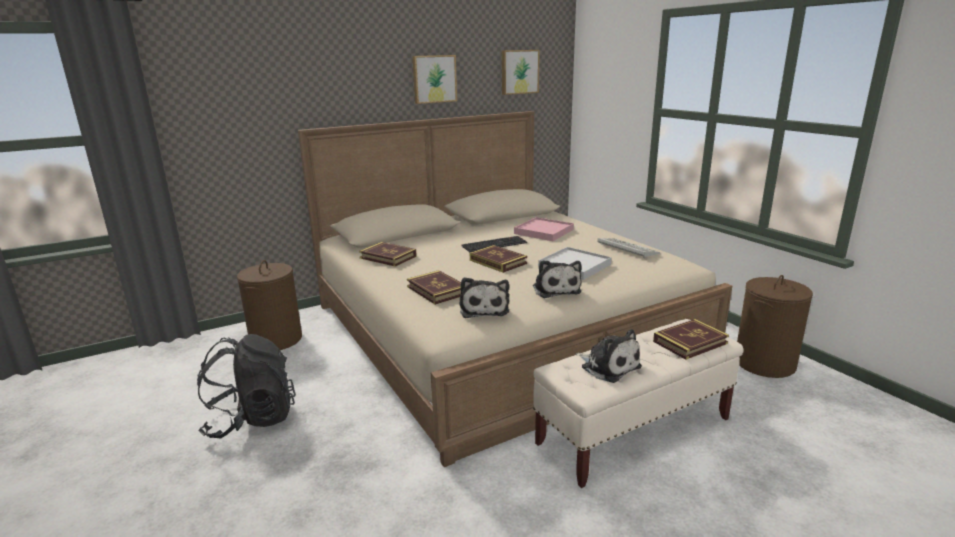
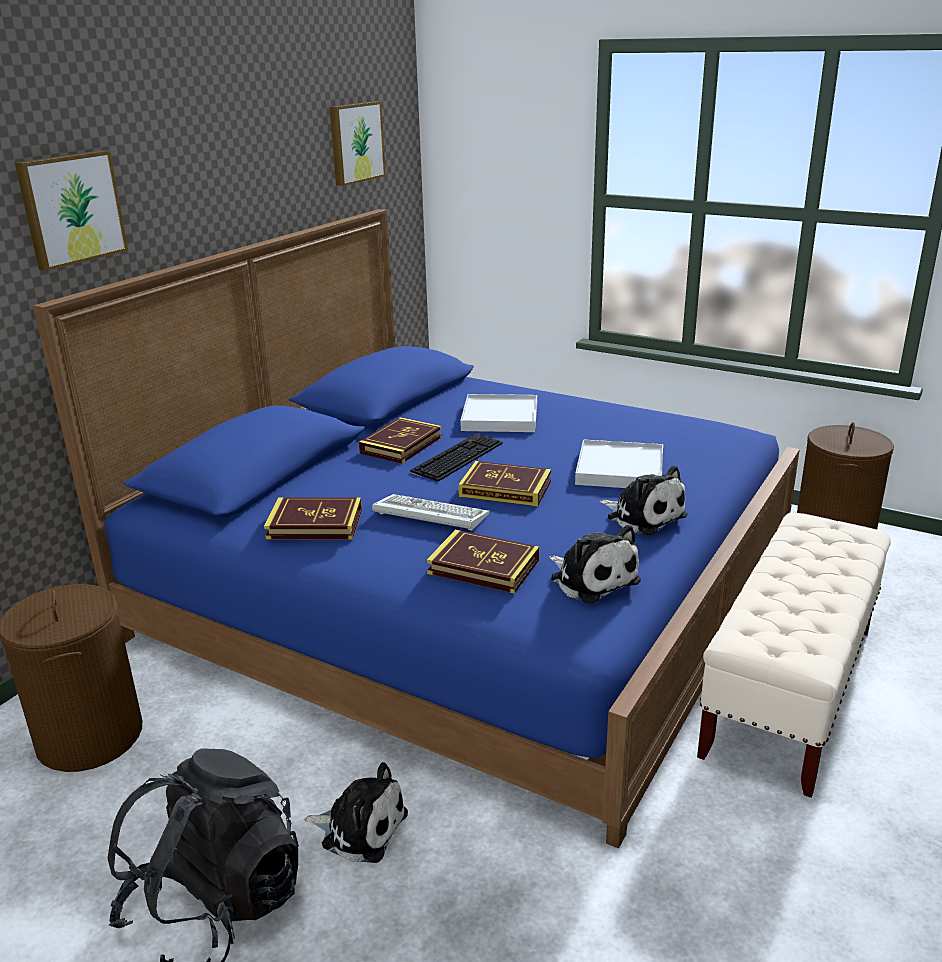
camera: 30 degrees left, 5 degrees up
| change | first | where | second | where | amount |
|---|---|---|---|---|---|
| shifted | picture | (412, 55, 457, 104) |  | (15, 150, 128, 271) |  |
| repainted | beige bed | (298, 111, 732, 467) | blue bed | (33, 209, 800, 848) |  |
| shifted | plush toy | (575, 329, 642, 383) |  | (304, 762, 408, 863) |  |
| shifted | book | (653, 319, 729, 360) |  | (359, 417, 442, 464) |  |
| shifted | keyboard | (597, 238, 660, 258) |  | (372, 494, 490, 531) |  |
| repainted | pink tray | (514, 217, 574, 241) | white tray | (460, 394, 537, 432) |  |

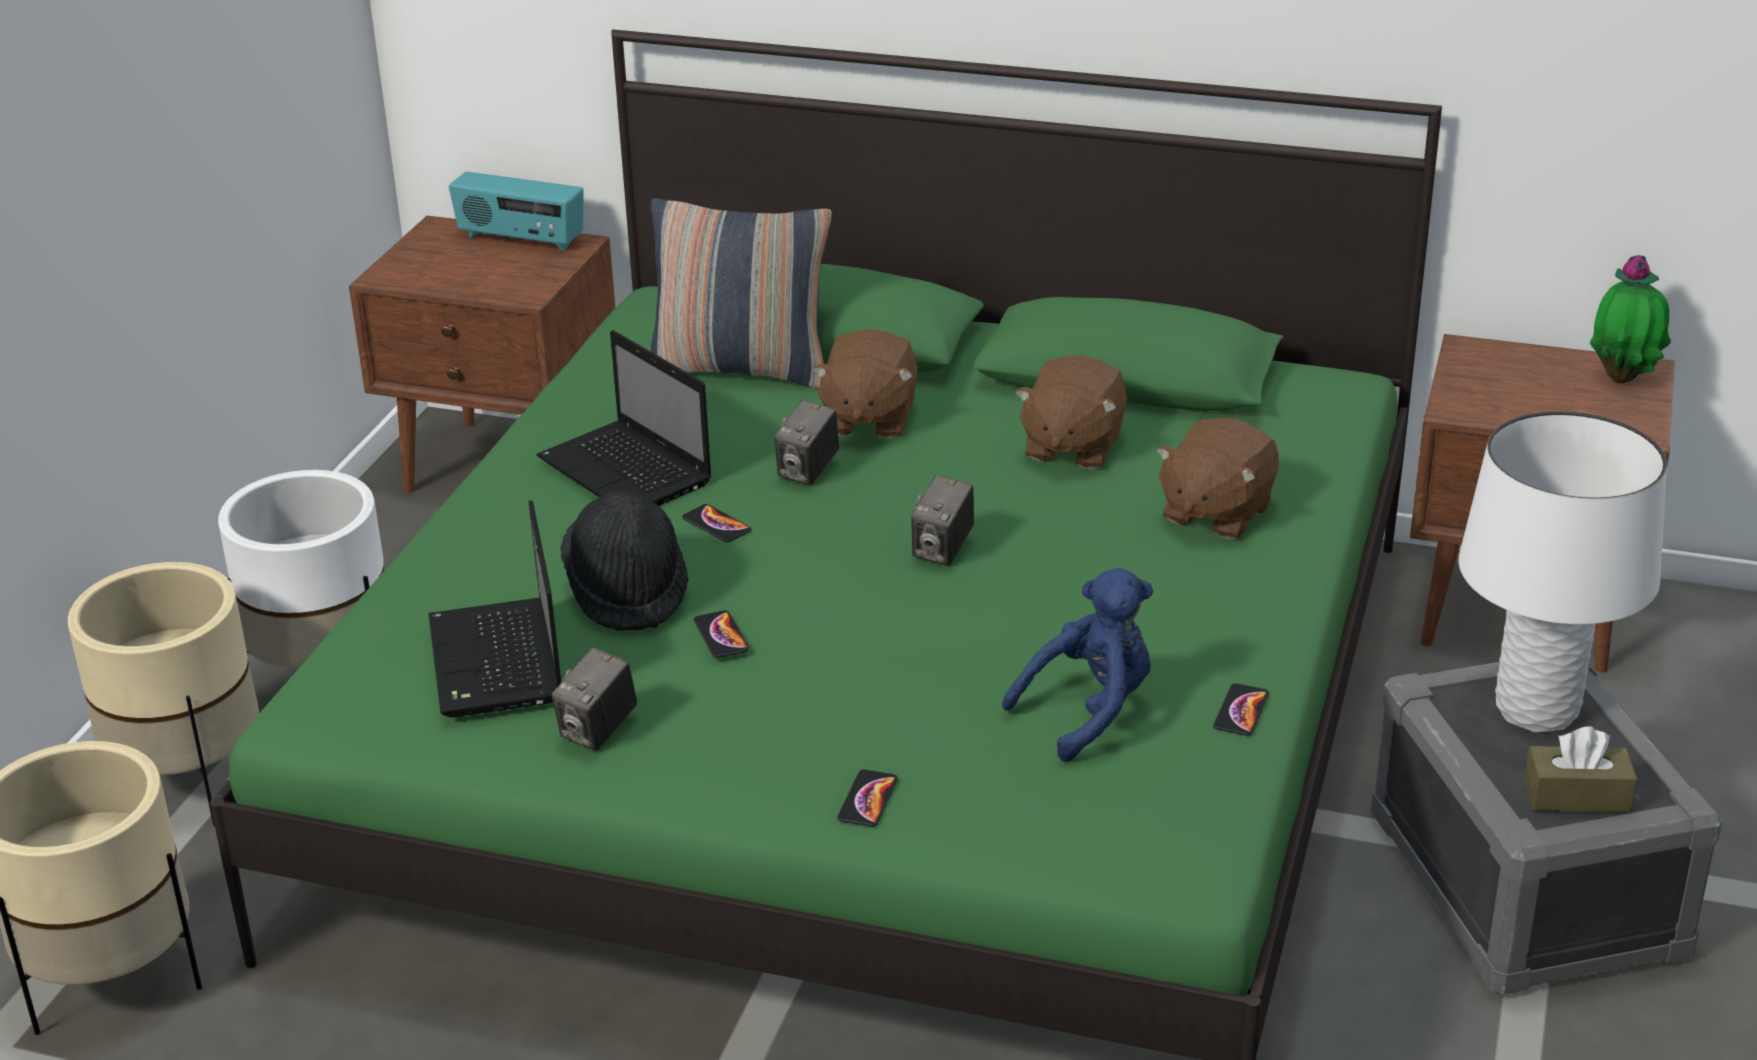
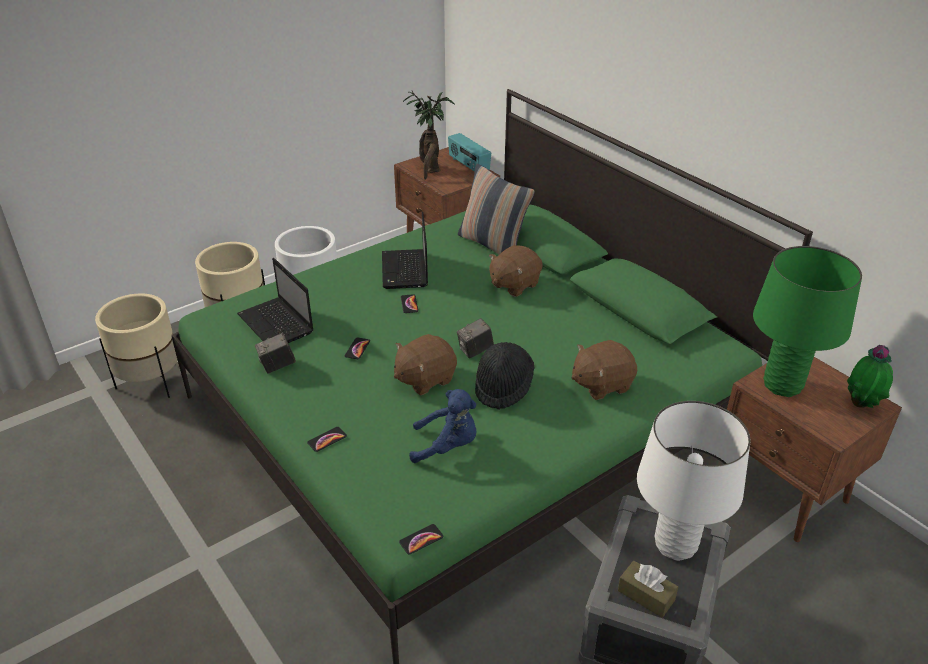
camera: 35 degrees right, 5 degrees up
| change | first | where | second | where | amount |
|---|---|---|---|---|---|
| rotated | laptop | (428, 500, 561, 717) |  | (237, 258, 314, 343) | 60 degrees counterclockwise |
| shifted | brown plush toy | (1015, 355, 1127, 470) |  | (394, 334, 457, 395) |  |
| shifted | phone | (1213, 683, 1269, 736) |  | (399, 524, 443, 555) |  |
| new |  |  | potted plant | (403, 91, 455, 180) |  |
| shifted | black hat | (560, 491, 689, 631) |  | (475, 342, 534, 410) |  |
| new |  |  | green table lamp | (753, 246, 862, 397) |  |
| gone | photo camera | (774, 400, 839, 486) |  |  |  |

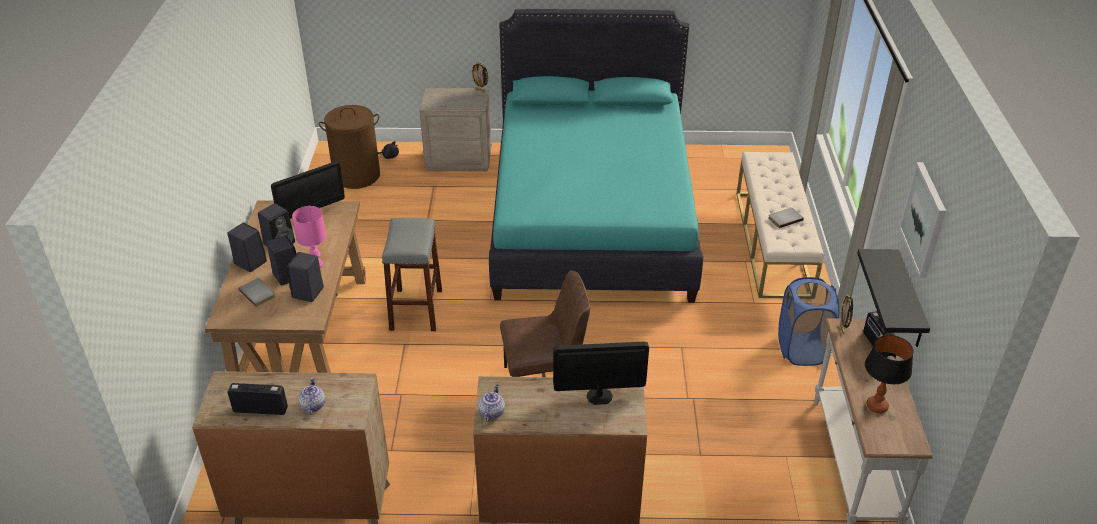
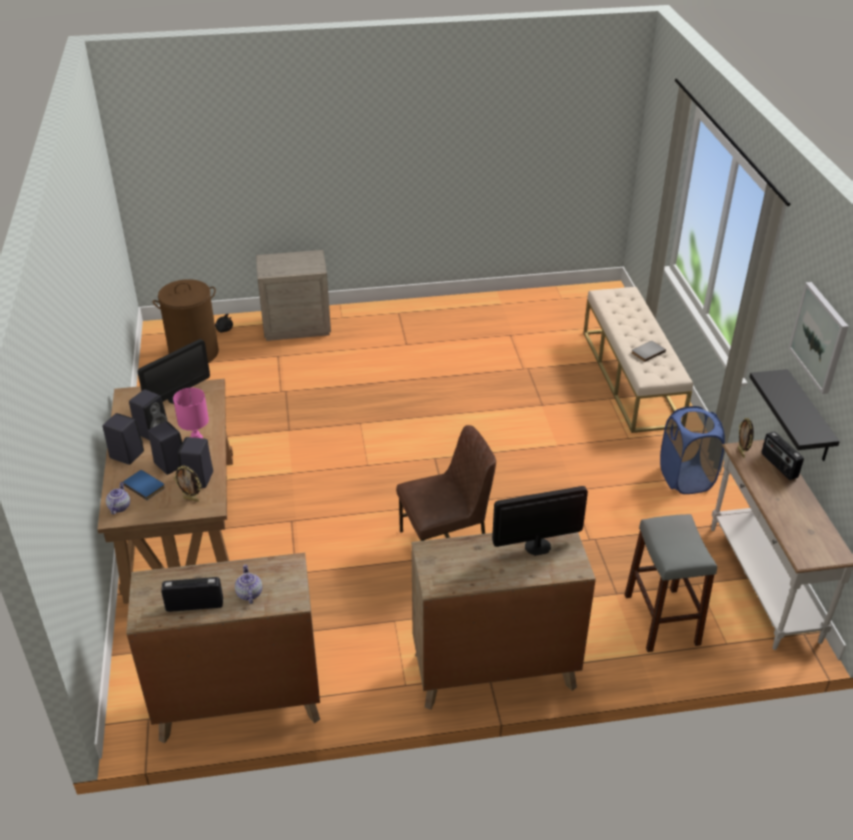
camera: 10 degrees left, 0 degrees up
| change | first | where | second | where | amount |
|---|---|---|---|---|---|
| shifted | teapot | (479, 385, 505, 422) |  | (106, 482, 130, 515) |  |
| repainted | grey book | (239, 278, 276, 307) | blue book | (123, 470, 165, 500) |  |
| shifted | picture frame | (470, 62, 489, 92) |  | (174, 466, 202, 502) |  |
| shifted | grey stool | (382, 218, 442, 331) |  | (625, 514, 717, 652) |  |
| gone | turquoise bed | (489, 9, 703, 303) |  |  |  |
| gone | table lamp | (865, 335, 913, 413) |  |  |  |

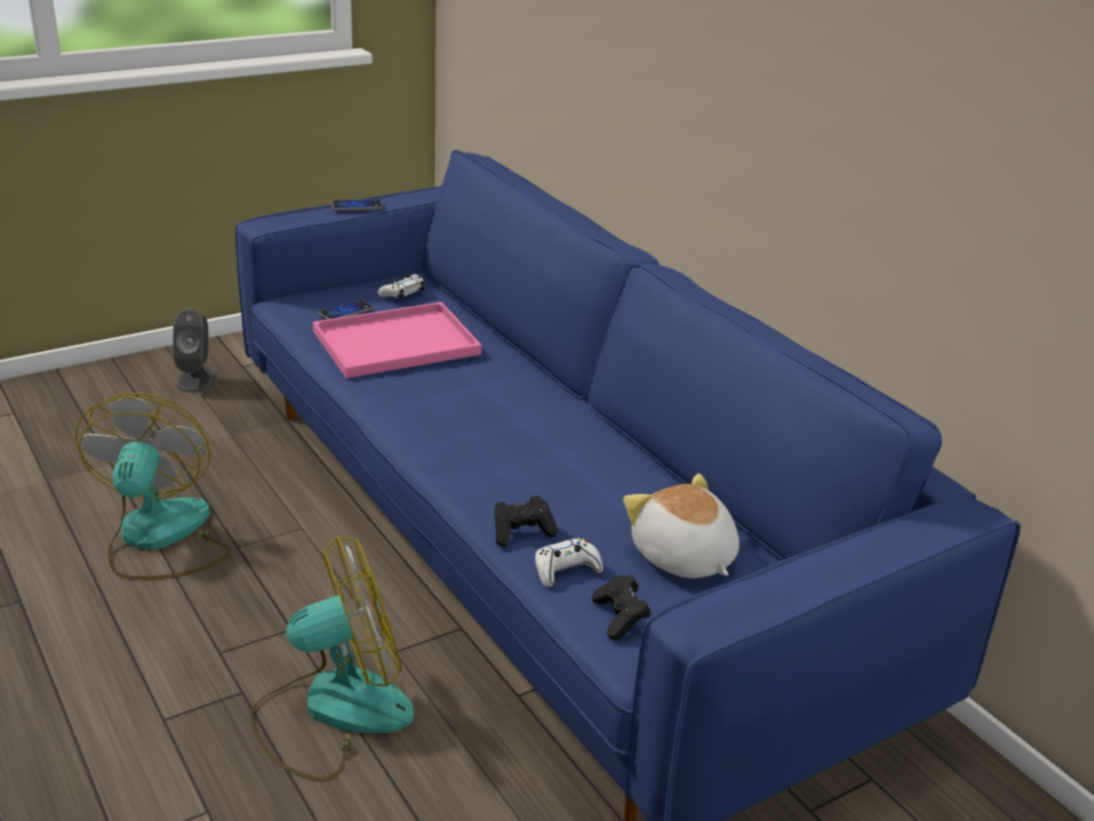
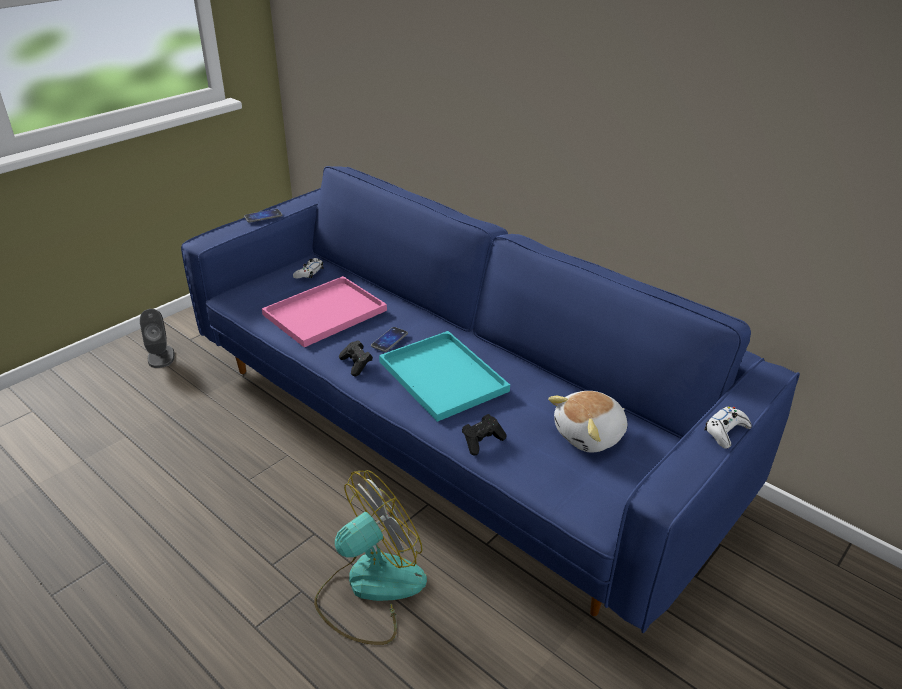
camera: 15 degrees left, 5 degrees up
| change | first | where | second | where | amount |
|---|---|---|---|---|---|
| shifted | black game controller | (592, 575, 650, 640) |  | (339, 340, 373, 376) |  |
| shifted | phone | (318, 299, 373, 320) |  | (371, 327, 408, 352) |  |
| new |  |  | turquoise tray | (379, 331, 510, 422) |  |
| rotated | plush toy | (623, 473, 739, 578) |  | (548, 391, 627, 452) | 75 degrees counterclockwise |
| shifted | white game controller | (535, 538, 603, 587) |  | (704, 406, 752, 449) |  |
| gone | fan | (75, 393, 231, 580) |  |  |  |

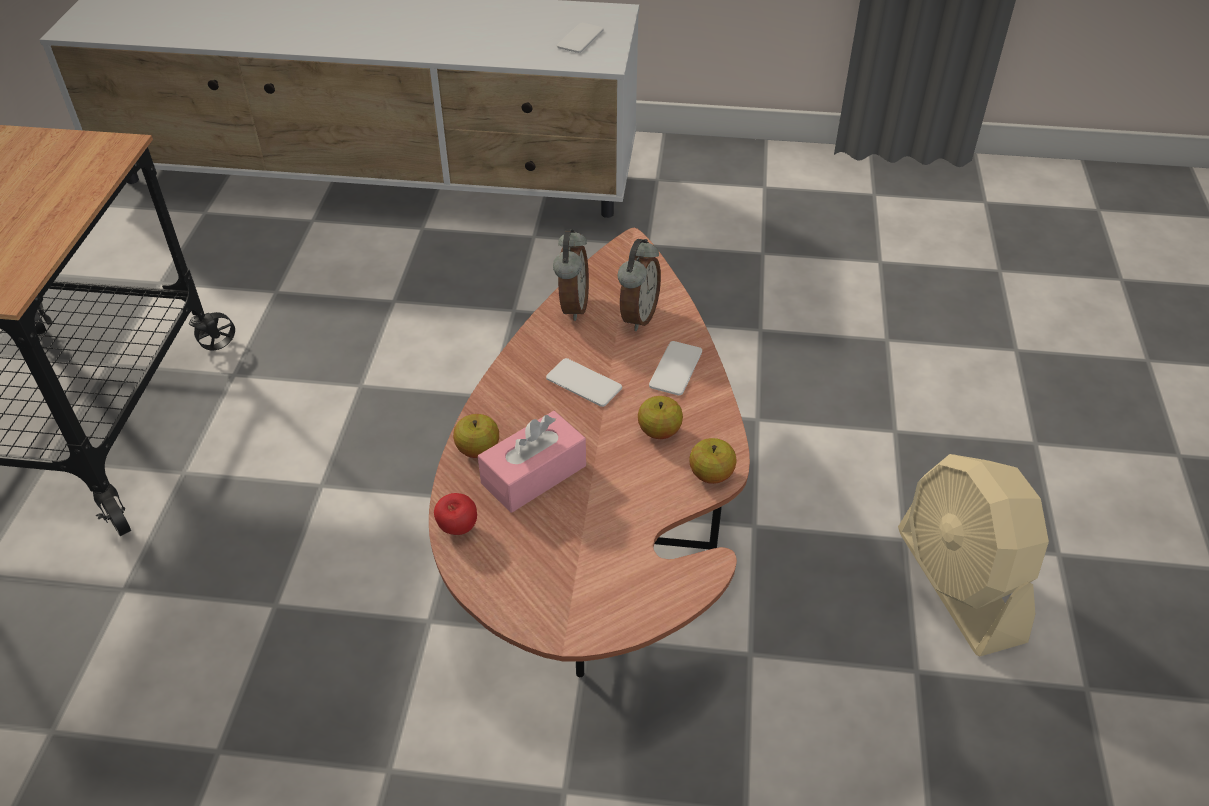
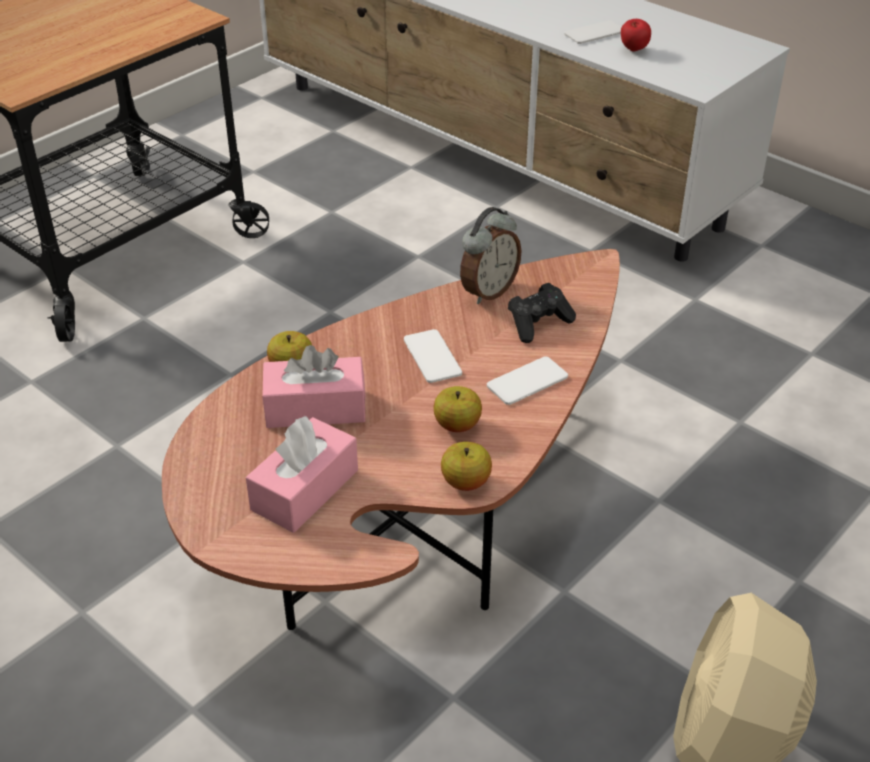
camera: 35 degrees right, 5 degrees down
| change | first | where | second | where | amount |
|---|---|---|---|---|---|
| new |  |  | pink tissue box | (246, 416, 358, 533) |  |
| swapped | alarm clock | (618, 239, 661, 331) | black game controller | (508, 283, 576, 343) |  |
| shifted | phone | (557, 23, 604, 53) |  | (564, 20, 622, 44) |  |
| shifted | apple | (434, 493, 477, 535) |  | (621, 19, 651, 52) |  |

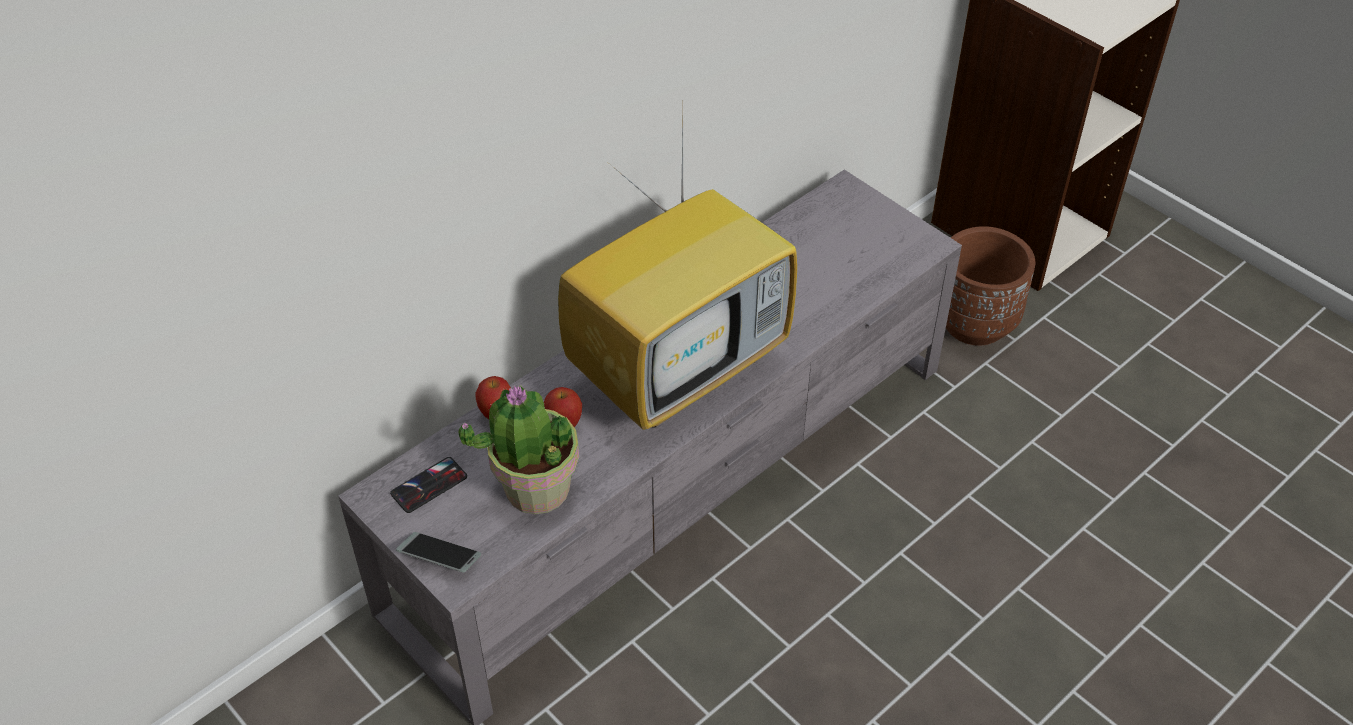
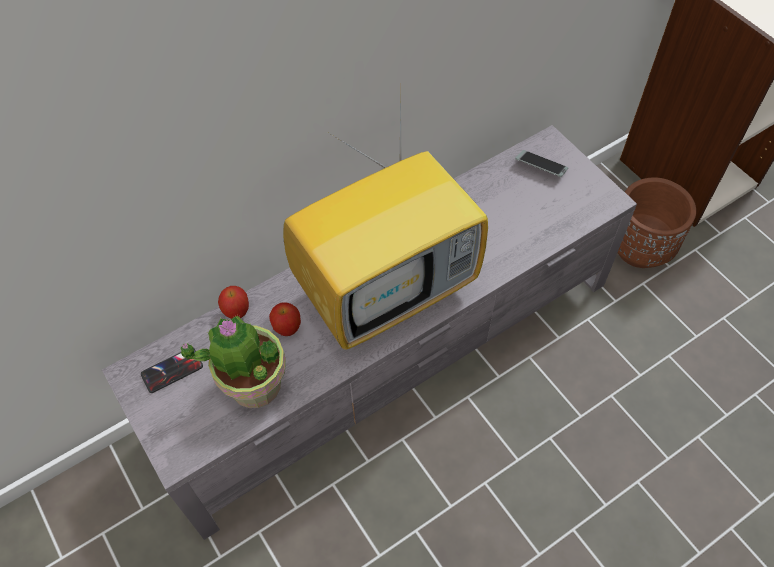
camera: 10 degrees right, 10 degrees up
| change | first | where | second | where | amount |
|---|---|---|---|---|---|
| shifted | phone | (396, 532, 481, 572) |  | (515, 150, 568, 177) |  |

